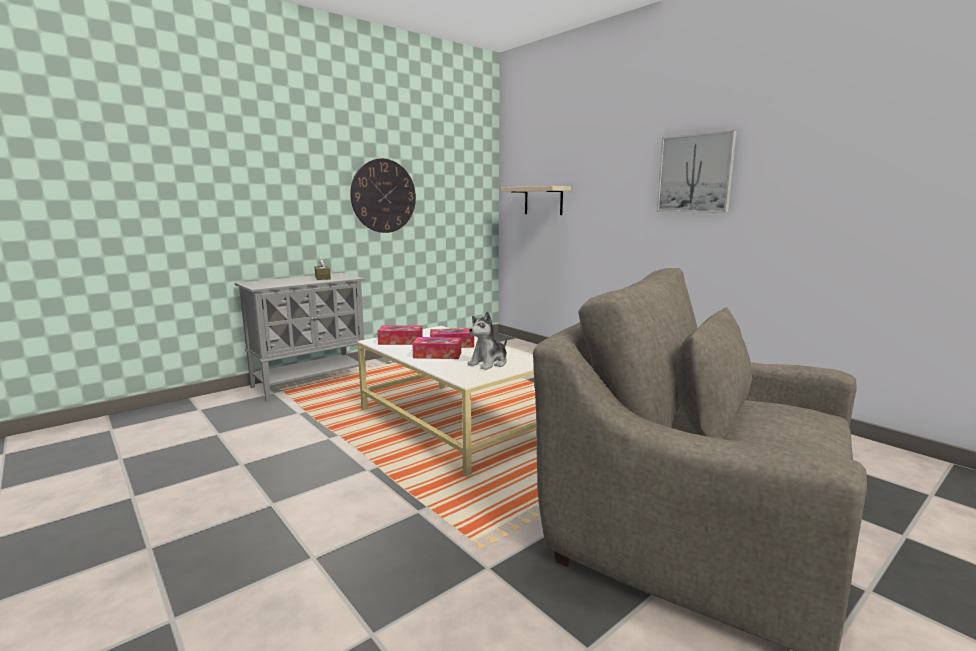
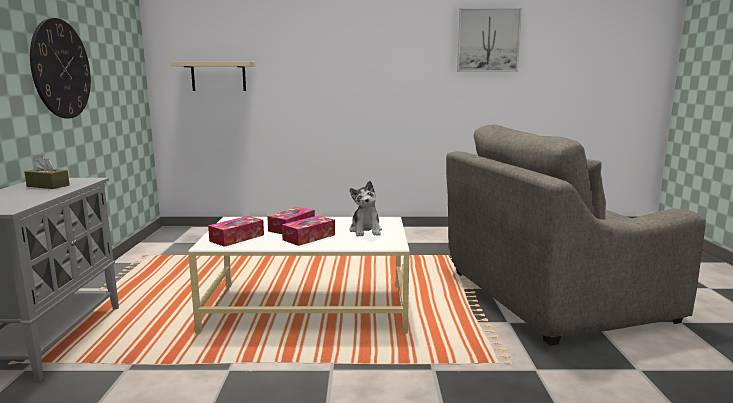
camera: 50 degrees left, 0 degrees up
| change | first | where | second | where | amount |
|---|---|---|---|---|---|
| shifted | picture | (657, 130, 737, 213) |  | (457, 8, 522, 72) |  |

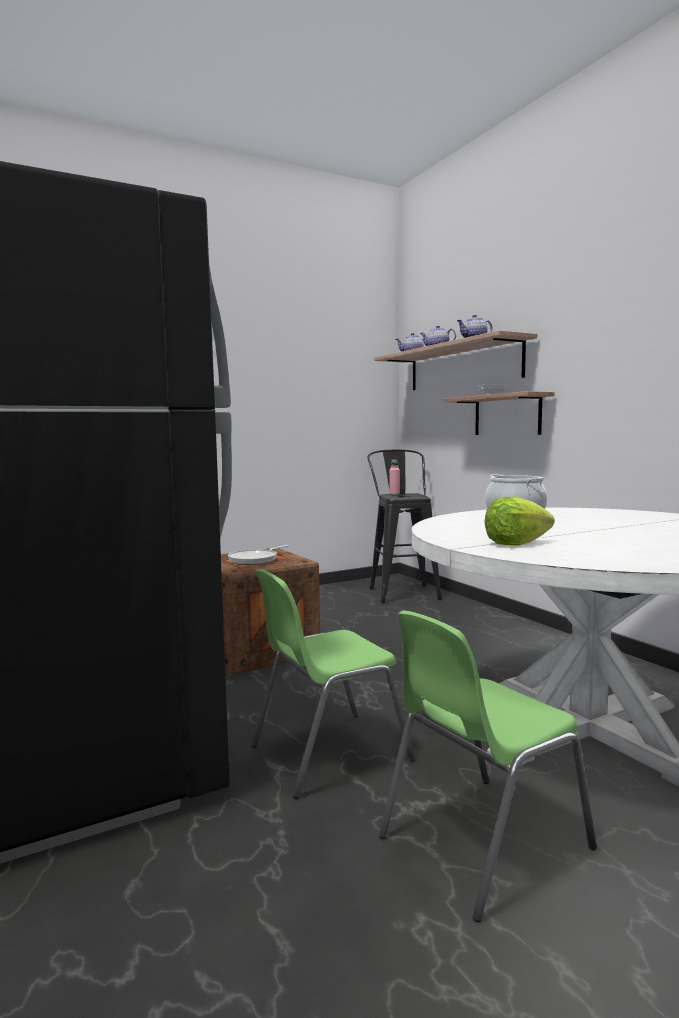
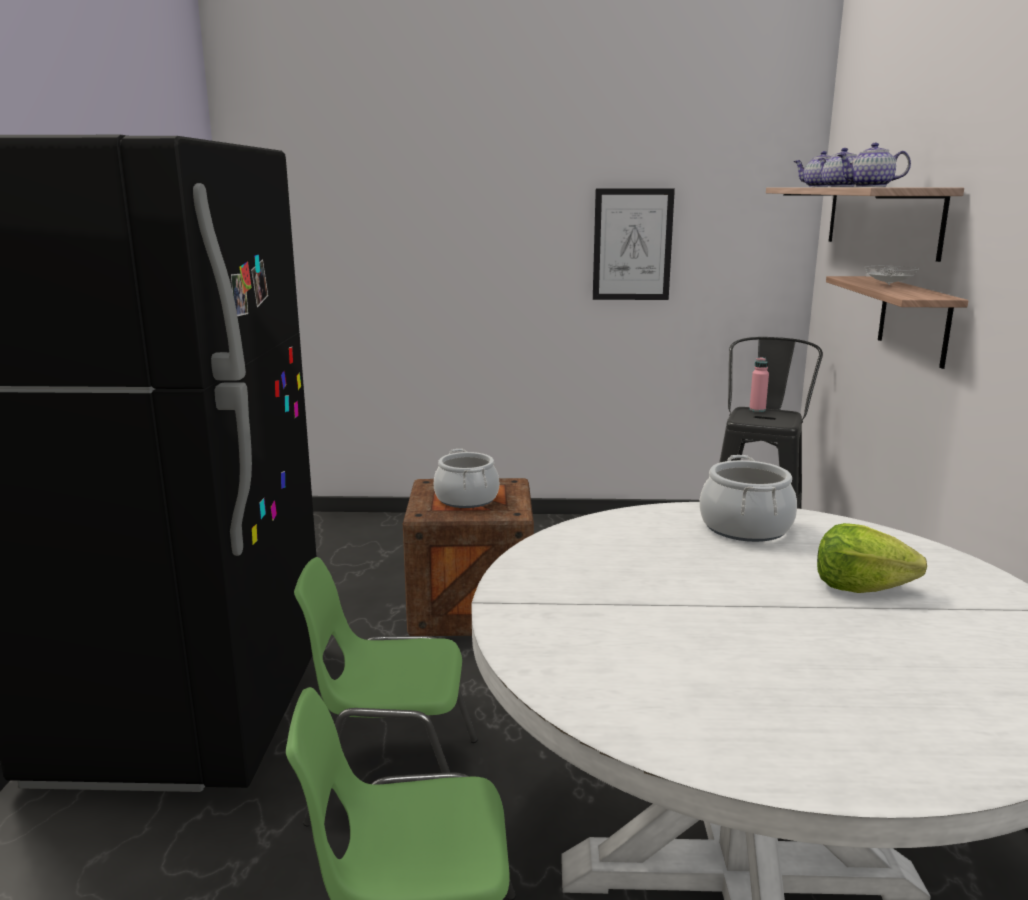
camera: 30 degrees right, 10 degrees up
| change | first | where | second | where | amount |
|---|---|---|---|---|---|
| swapped | frying pan | (228, 545, 289, 565) | cooking pot | (434, 449, 499, 508) |  |
| new |  |  | picture | (593, 189, 675, 300) |  |
| shifted | lettuce | (484, 496, 554, 545) |  | (817, 523, 927, 593) |  |

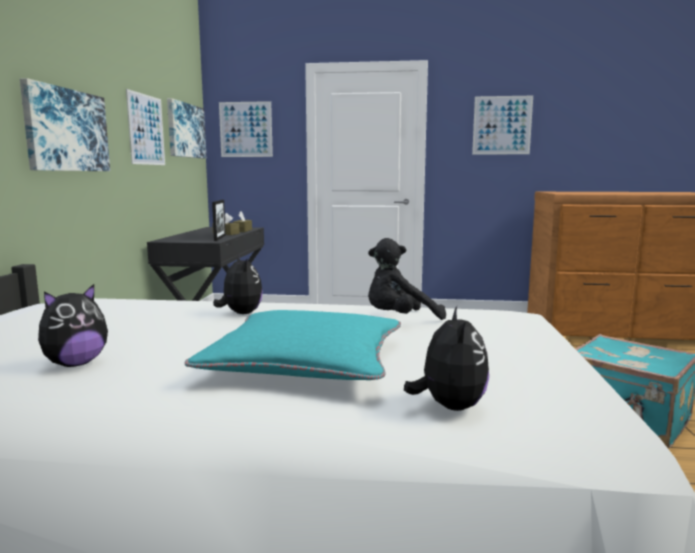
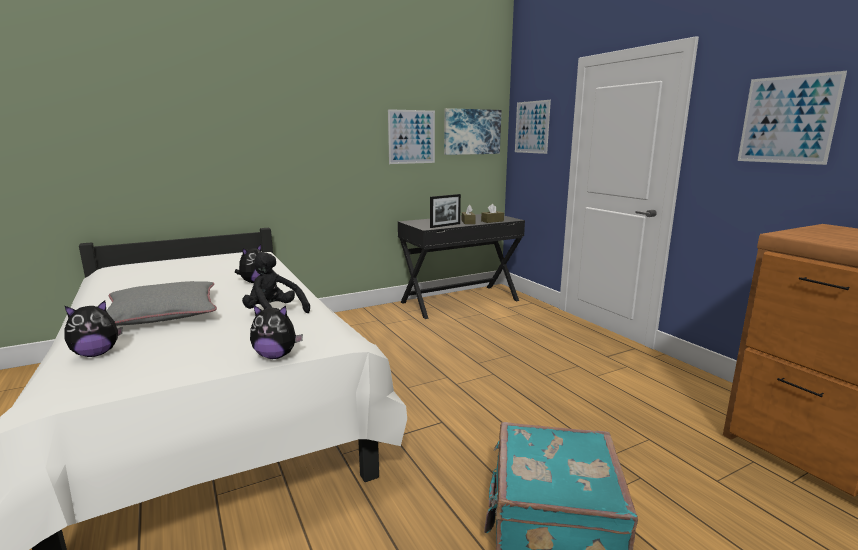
camera: 55 degrees right, 5 degrees up
| change | first | where | second | where | amount |
|---|---|---|---|---|---|
| repainted | turquoise pillow | (185, 310, 401, 380) | grey pillow | (106, 281, 217, 326) |  |
| shifted | plush toy | (38, 284, 108, 367) |  | (250, 305, 303, 359) |  |
| gone | picture | (20, 78, 110, 171) |  |  |  |

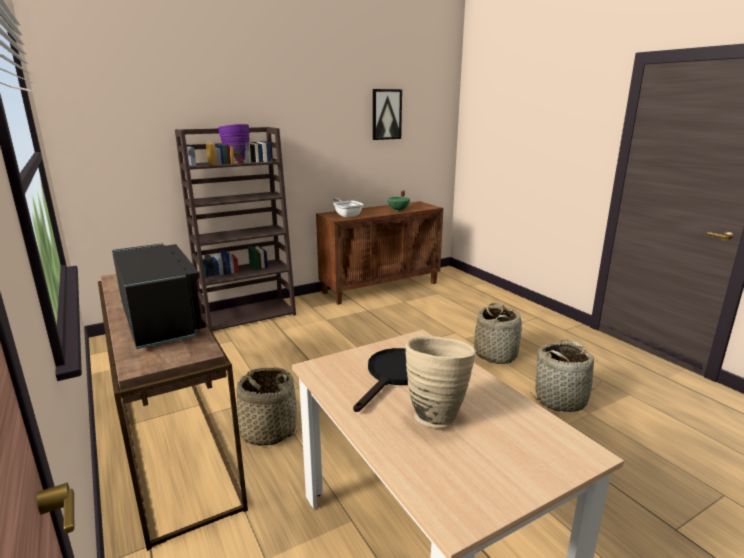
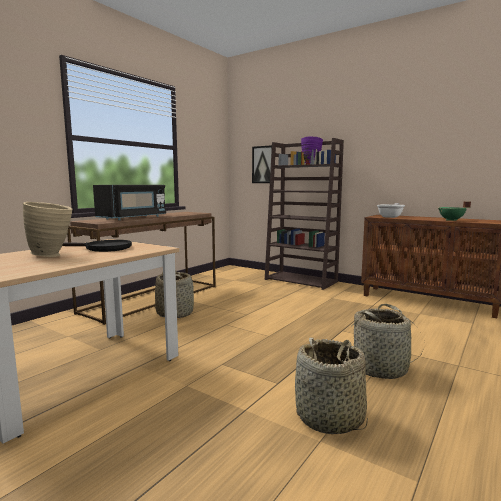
camera: 65 degrees right, 10 degrees down
| change | first | where | second | where | amount |
|---|---|---|---|---|---|
| shifted | picture | (373, 89, 402, 140) |  | (252, 145, 272, 183) |  |

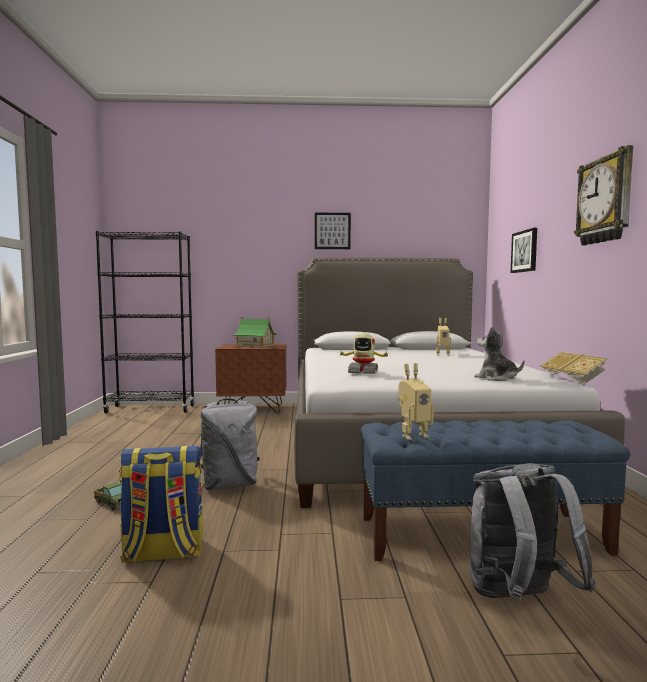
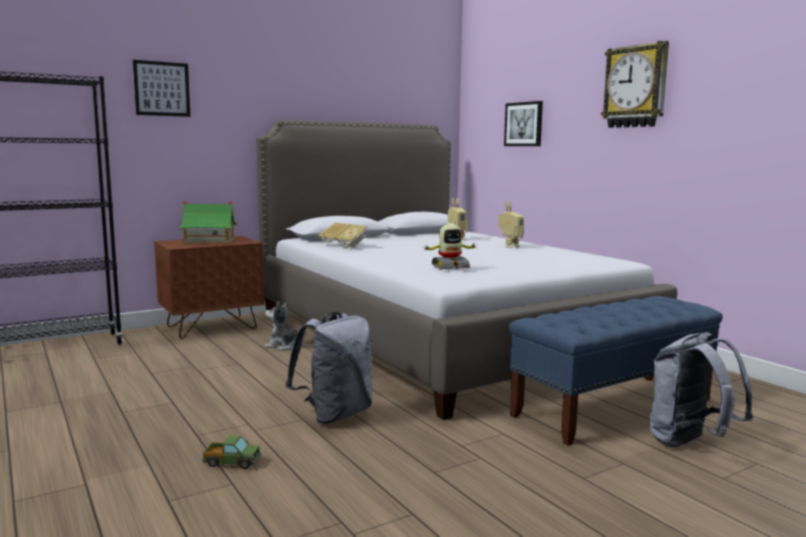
camera: 30 degrees left, 5 degrees up
| change | first | where | second | where | amount |
|---|---|---|---|---|---|
| shifted | picture | (315, 213, 351, 249) |  | (133, 60, 190, 117) |  |
| shifted | plush toy | (474, 327, 524, 381) |  | (265, 301, 307, 350) |  |
| shifted | book | (539, 352, 608, 384) |  | (318, 222, 368, 249) |  |
| shifted | toy robot | (398, 363, 434, 440) |  | (498, 202, 524, 248) |  |
| gone | backpack | (119, 446, 203, 563) |  |  |  |

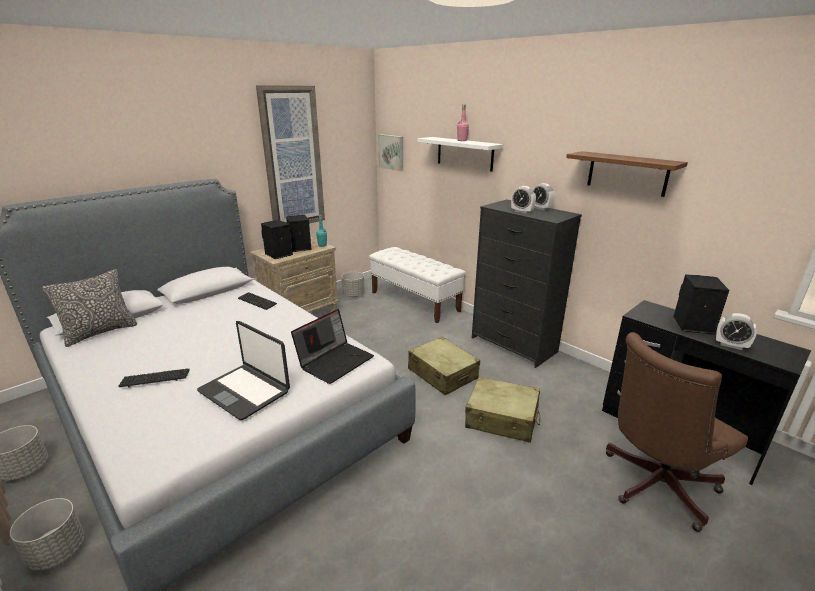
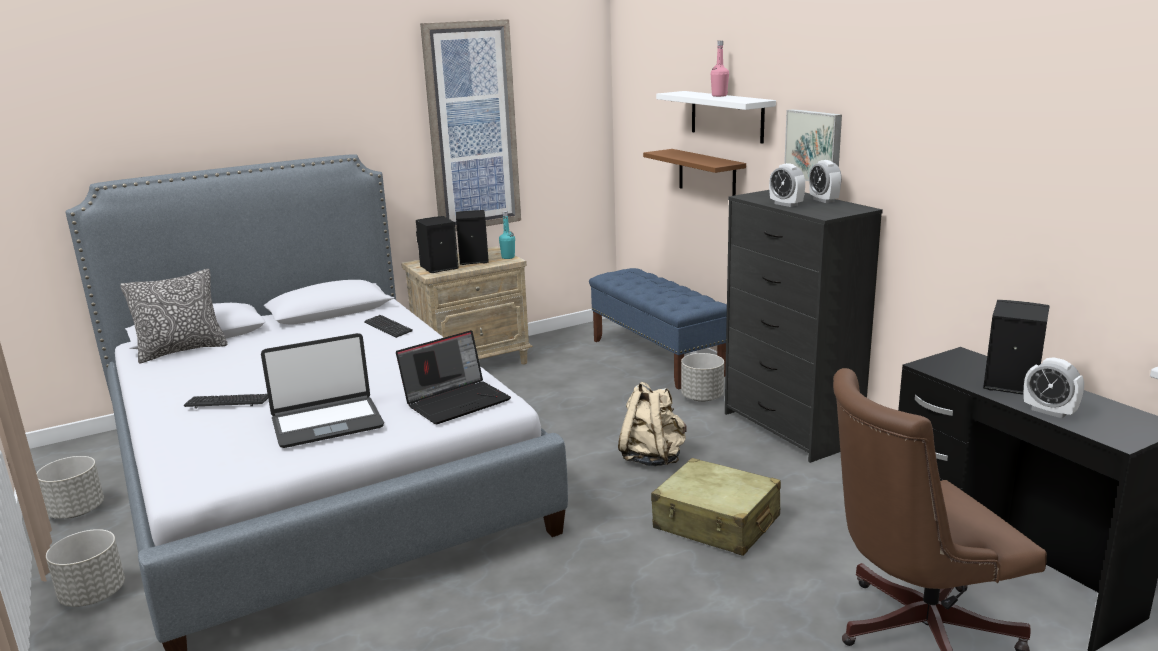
camera: 15 degrees right, 5 degrees down
| change | first | where | second | where | amount |
|---|---|---|---|---|---|
| rotated | laptop | (197, 321, 290, 420) |  | (261, 333, 384, 448) | 75 degrees counterclockwise |
| repainted | white bench | (369, 247, 466, 323) | blue bench | (589, 268, 727, 389) |  |
| swapped | beige suitcase | (408, 337, 480, 395) | beige backpack | (618, 381, 687, 466) |  |
| shifted | brown shelf | (566, 151, 688, 197) |  | (643, 149, 746, 196) |  |
| shifted | grey planter | (341, 272, 365, 297) |  | (681, 353, 724, 402) |  |
| shifted | picture | (378, 134, 403, 171) |  | (784, 109, 842, 181) |  |

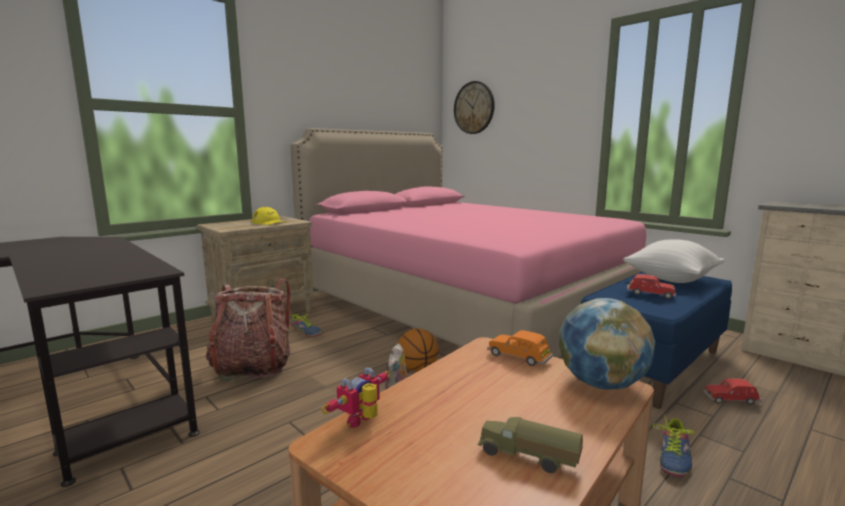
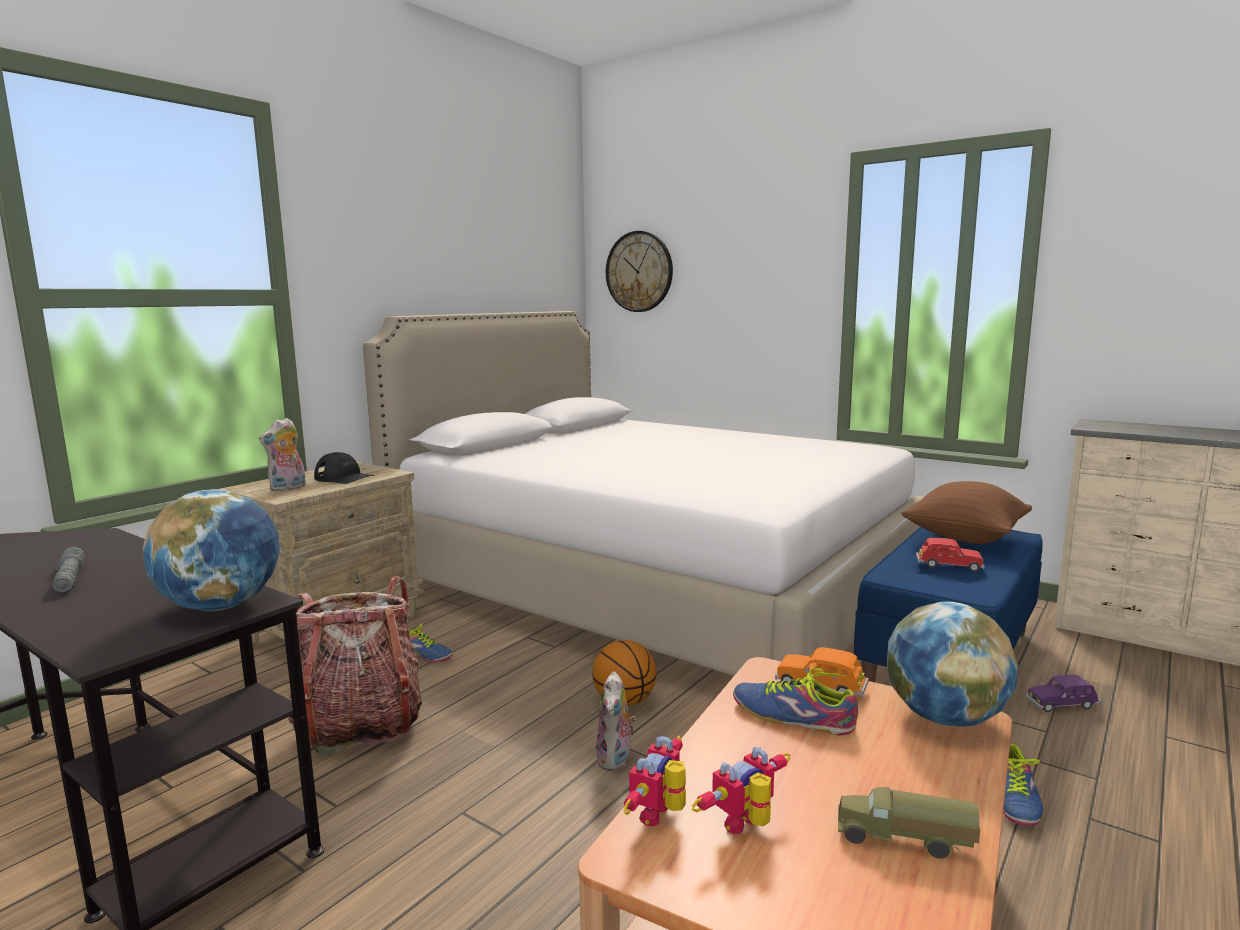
camera: 10 degrees left, 0 degrees up
| change | first | where | second | where | amount |
|---|---|---|---|---|---|
| new |  |  | grey flashlight | (52, 547, 84, 592) |  |
| new |  |  | globe | (142, 489, 280, 611) |  |
| new |  |  | plush toy | (259, 418, 306, 492) |  |
| repainted | yellow cap | (252, 207, 286, 225) | black cap | (314, 452, 374, 484) |  |
| repainted | pink bed | (290, 128, 646, 358) | white bed | (363, 311, 924, 676) |  |
| new |  |  | toy robot | (692, 747, 790, 834) |  |
| new |  |  | shoe | (733, 668, 858, 736) |  |
| repainted | white pillow | (623, 240, 725, 283) | brown pillow | (901, 481, 1032, 544) |  |
| repainted | red toy car | (703, 378, 762, 405) | purple toy car | (1026, 675, 1101, 712) |  |

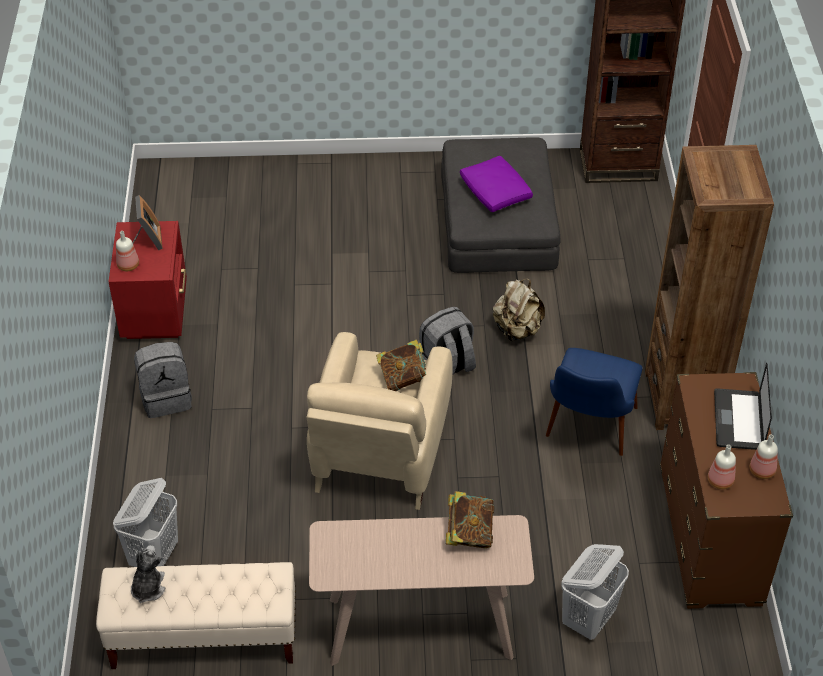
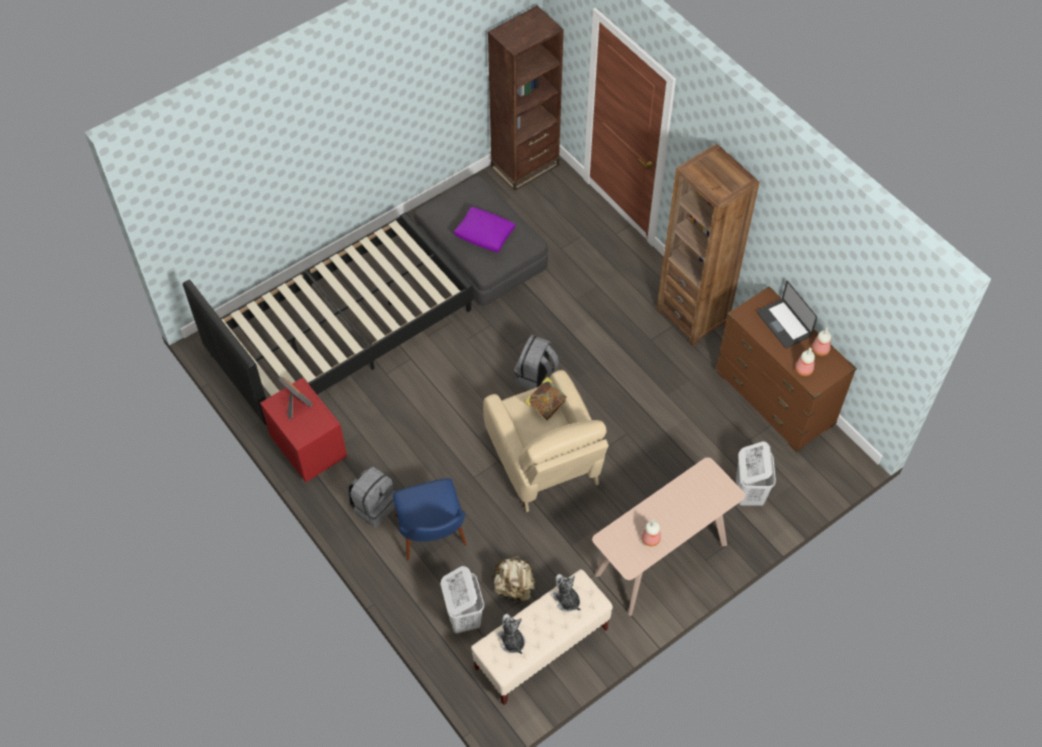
camera: 35 degrees left, 10 degrees up
| change | first | where | second | where | amount |
|---|---|---|---|---|---|
| new |  |  | black bed | (183, 212, 474, 428) |  |
| shifted | blue chair | (546, 348, 642, 456) |  | (393, 478, 467, 560) |  |
| shifted | beige backpack | (493, 279, 545, 342) |  | (492, 556, 535, 604) |  |
| new |  |  | plush toy | (551, 574, 581, 612) |  |
| shifted | bottle | (116, 231, 139, 271) |  | (641, 520, 661, 546) |  |
| gone | book | (446, 491, 494, 548) |  |  |  |

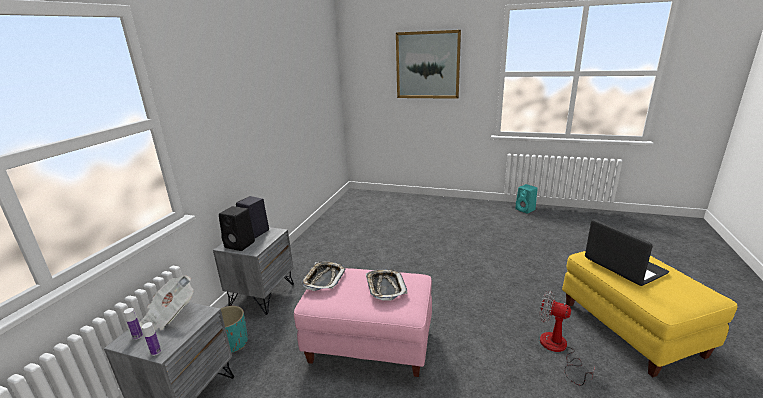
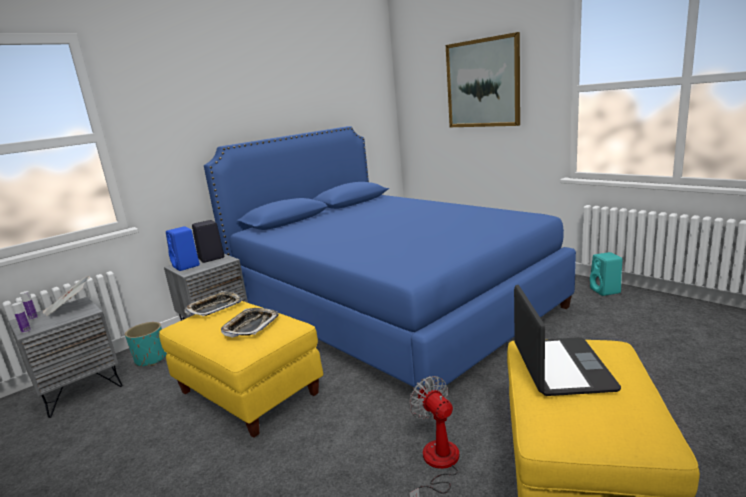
camera: 30 degrees right, 5 degrees down
| change | first | where | second | where | amount |
|---|---|---|---|---|---|
| repainted | pink ottoman | (294, 268, 432, 377) | yellow ottoman | (159, 301, 323, 438) |  |
| repainted | black speaker | (219, 206, 255, 251) | blue speaker | (166, 226, 200, 271) |  |
| new |  |  | blue bed | (204, 126, 576, 390) |  |

